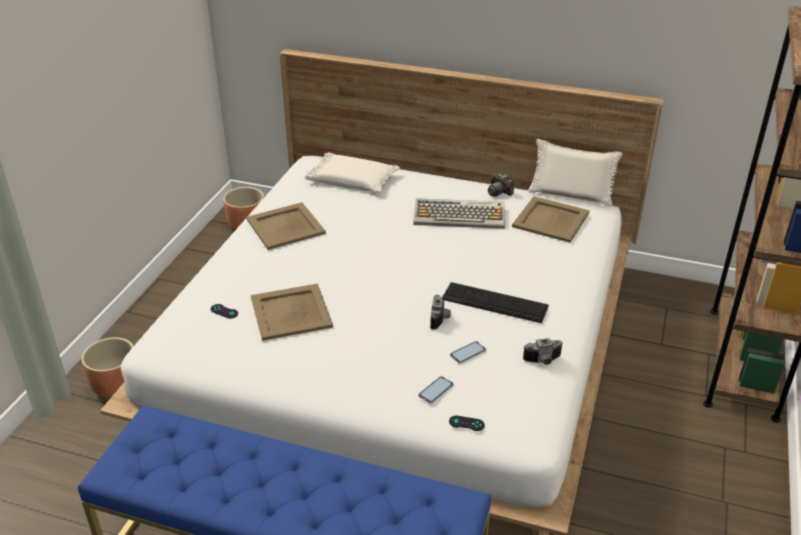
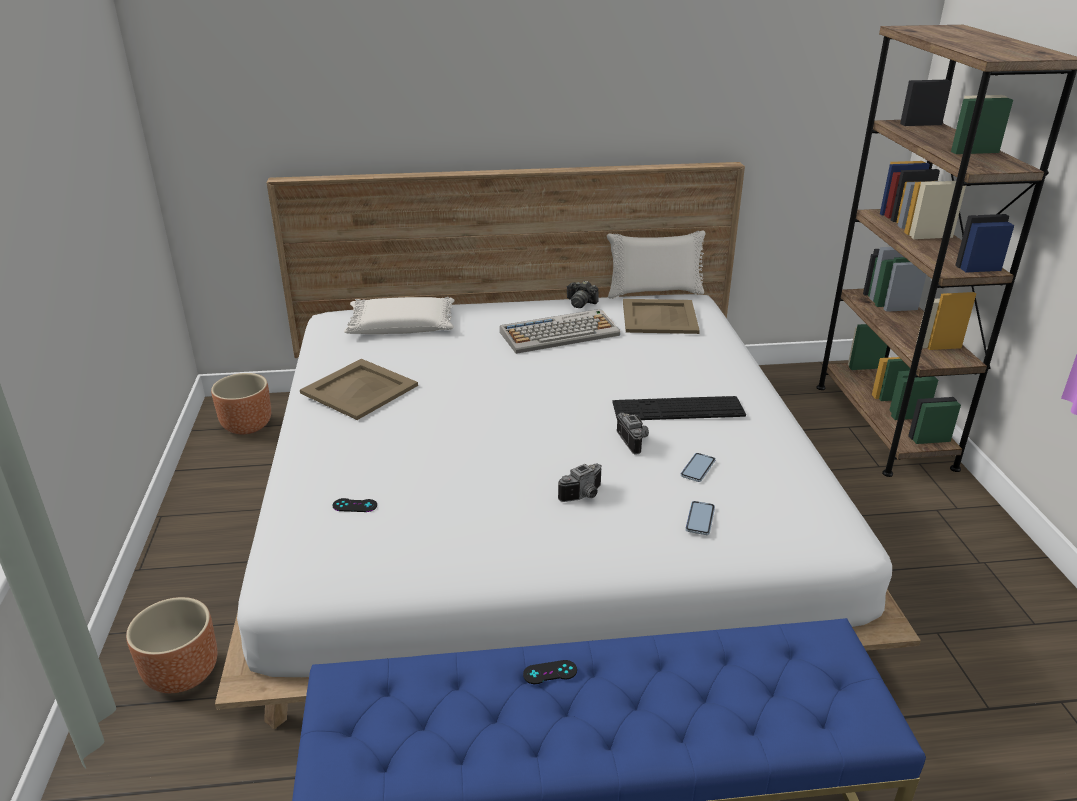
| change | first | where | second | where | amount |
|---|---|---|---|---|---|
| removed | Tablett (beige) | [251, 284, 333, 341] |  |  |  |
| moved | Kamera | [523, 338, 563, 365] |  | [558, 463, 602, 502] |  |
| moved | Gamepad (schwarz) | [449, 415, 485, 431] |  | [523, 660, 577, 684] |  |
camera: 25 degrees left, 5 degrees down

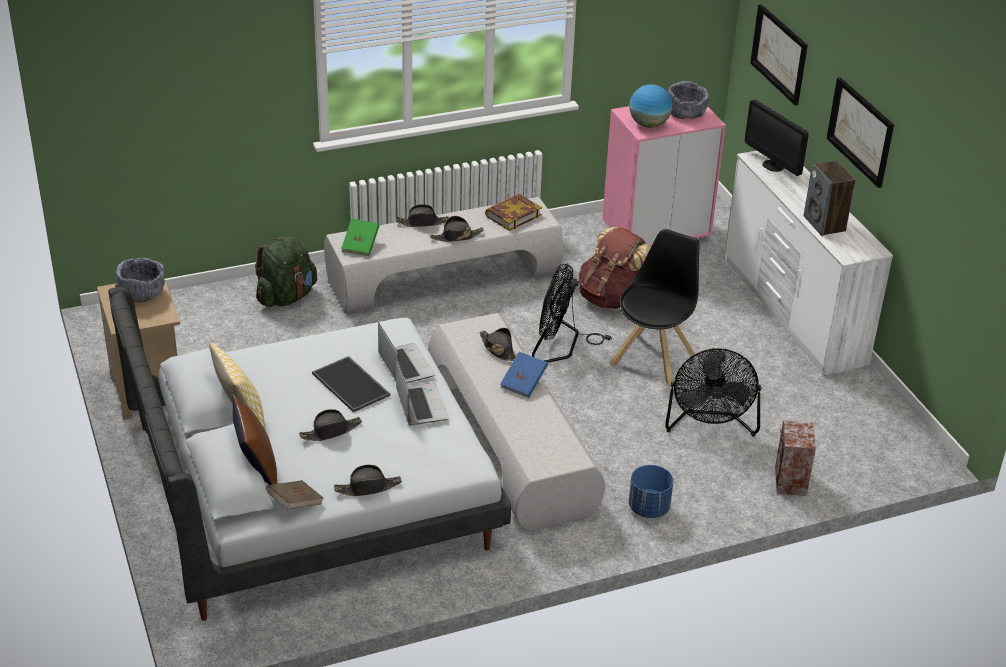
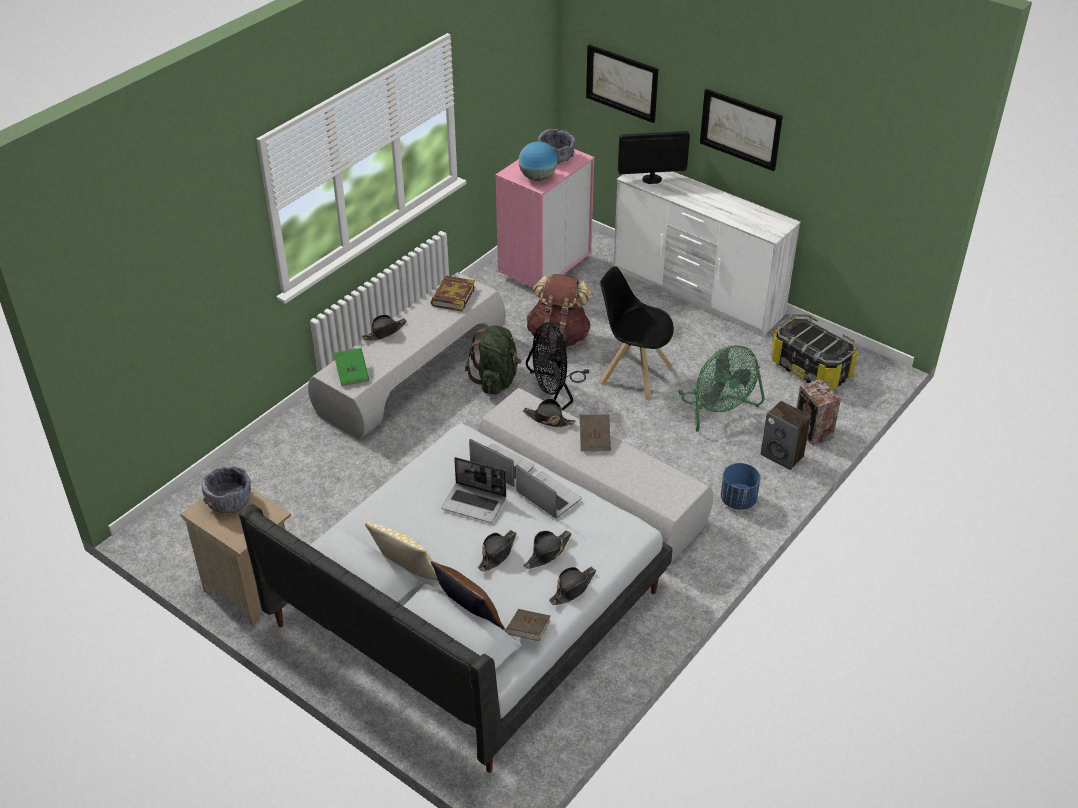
| change | first | where | second | where | amount |
|---|---|---|---|---|---|
| turned | Monitor | [745, 100, 809, 176] |  | [618, 131, 690, 184] | 150 degrees clockwise |
| moved | Lautsprecher | [804, 161, 855, 236] |  | [761, 401, 811, 470] |  |
| moved | Hut (schwarz) | [430, 216, 484, 242] |  | [524, 530, 572, 569] |  |
| turned | Stuhl (schwarz) | [610, 229, 700, 386] |  | [599, 266, 674, 400] | 60 degrees counterclockwise |
| moved | Rucksack (grün) | [255, 236, 317, 307] |  | [465, 326, 521, 394] |  |
| recoloured | Ventilator (schwarz) | [665, 348, 761, 437] | Ventilator (grün) | [678, 346, 765, 431] |  |
| recoloured | Buch (blau) | [500, 352, 548, 398] | Buch (braun) | [579, 415, 611, 451] |  |
| replaced | Tablett | [312, 356, 390, 412] | Laptop | [441, 457, 506, 523] |  |
| added |  |  | Aufbewahrungsbox | [771, 314, 857, 390] |  |
camera: 30 degrees left, 5 degrees up

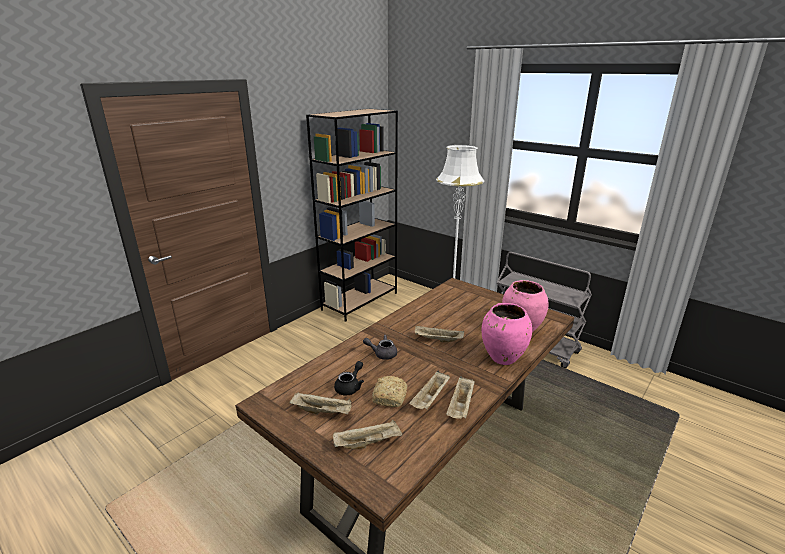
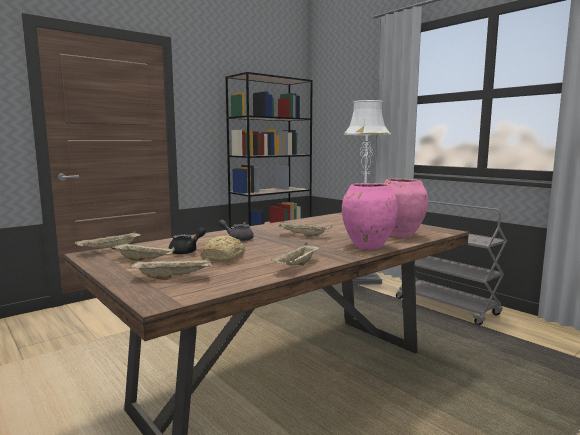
| change | first | where | second | where | amount |
|---|---|---|---|---|---|
| moved | Tablett (beige) | [409, 371, 450, 410] |  | [75, 231, 141, 250] |  |
camera: 10 degrees right, 15 degrees down

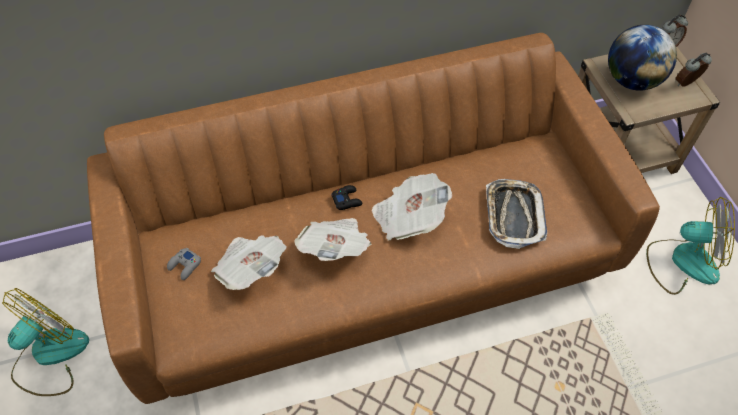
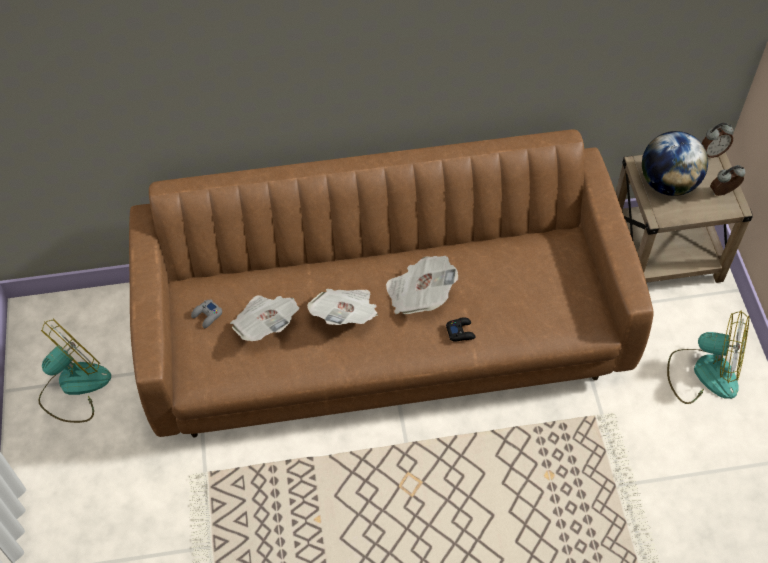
| change | first | where | second | where | amount |
|---|---|---|---|---|---|
| removed | Tablett | [486, 179, 547, 249] |  |  |  |
| moved | Gamepad (schwarz) | [331, 185, 362, 210] |  | [446, 317, 475, 342] |  |
camera: 10 degrees right, 0 degrees up

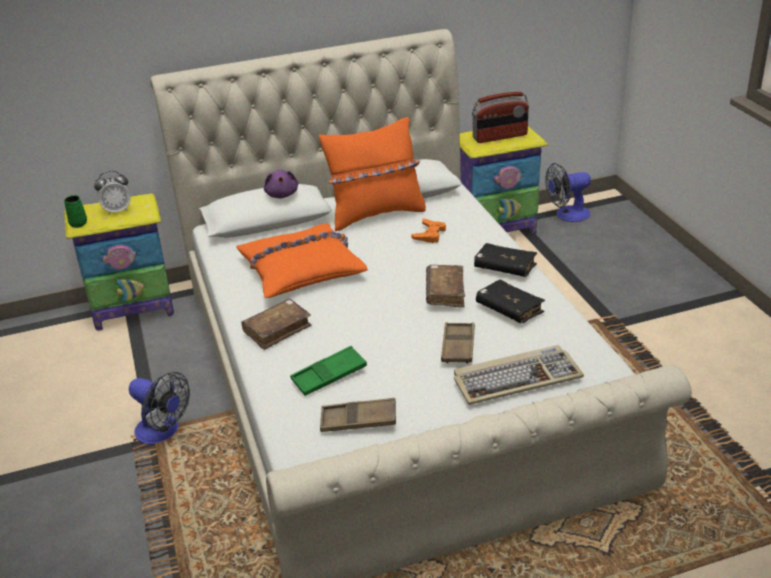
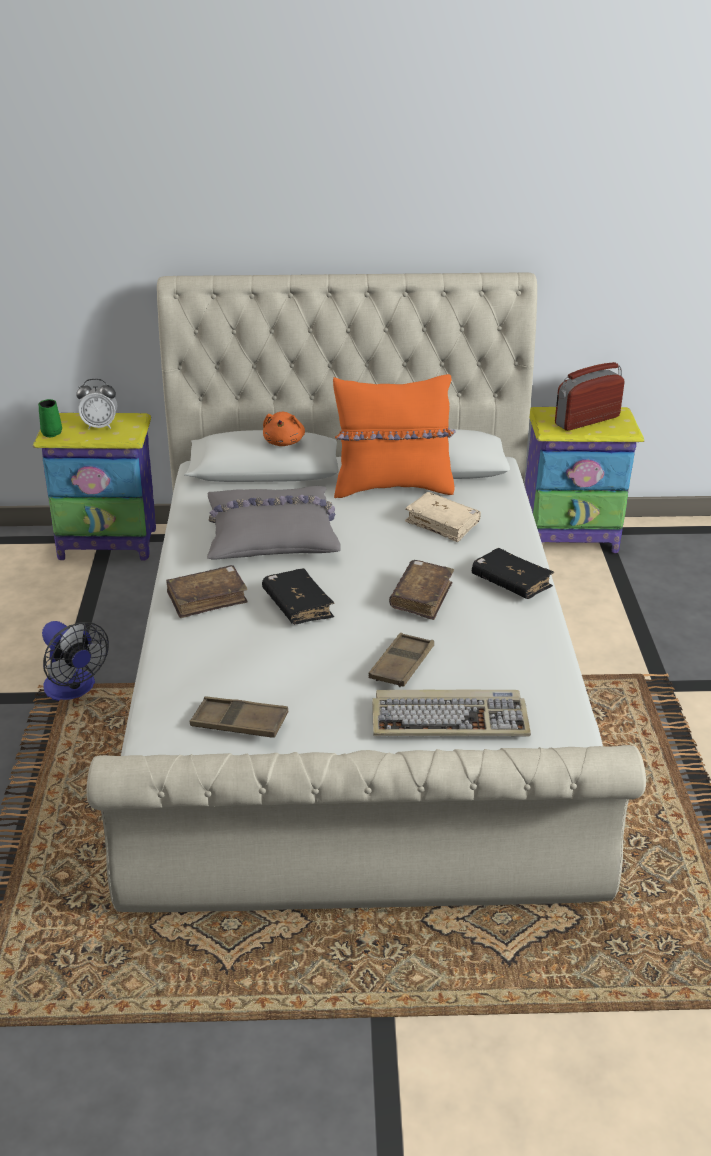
| change | first | where | second | where | amount |
|---|---|---|---|---|---|
| turned | Radio | [472, 92, 529, 143] |  | [555, 362, 625, 431] | 150 degrees clockwise |
| removed | Ventilator | [545, 163, 591, 222] |  |  |  |
| recoloured | Plüschtier (lila) | [264, 170, 298, 198] | Plüschtier (orange) | [263, 412, 305, 446] |  |
| replaced | Gamepad (orange) | [411, 219, 446, 243] | Buch (beige) | [405, 492, 481, 542] |  |
| recoloured | Kissen (orange) | [236, 224, 368, 298] | Kissen (grau) | [207, 486, 341, 560] |  |
| moved | Buch (schwarz) | [476, 280, 545, 324] |  | [262, 568, 335, 624] |  |
| removed | Tablett (grün) | [290, 346, 367, 396] |  |  |  |
camera: 15 degrees right, 0 degrees up

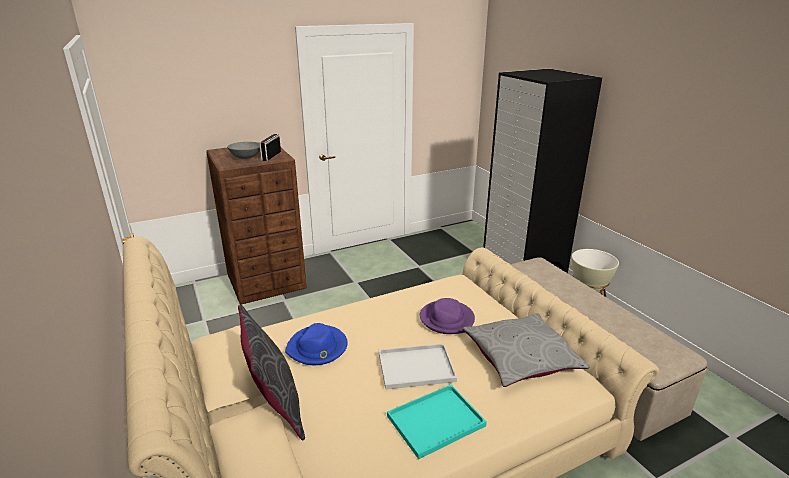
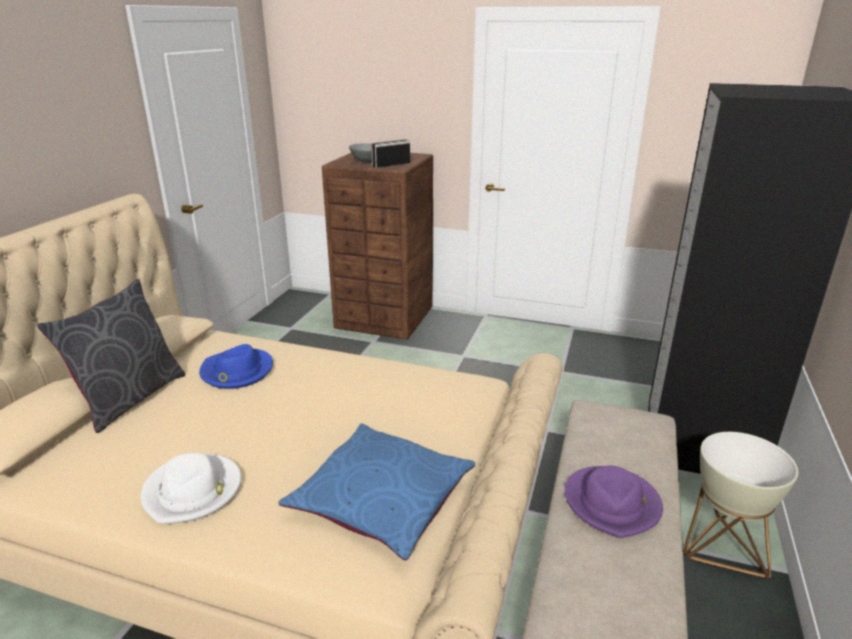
| change | first | where | second | where | amount |
|---|---|---|---|---|---|
| moved | Hut (lila) | [420, 298, 475, 334] |  | [565, 466, 663, 538] |  |
| recoloured | Kissen (grau) | [463, 313, 589, 387] | Kissen (blau) | [278, 424, 475, 560] |  |
| removed | Tablett (weiß) | [379, 343, 457, 390] |  |  |  |
| replaced | Tablett (türkis) | [387, 385, 487, 459] | Hut (weiß) | [141, 453, 241, 524] |  |
camera: 45 degrees right, 0 degrees up

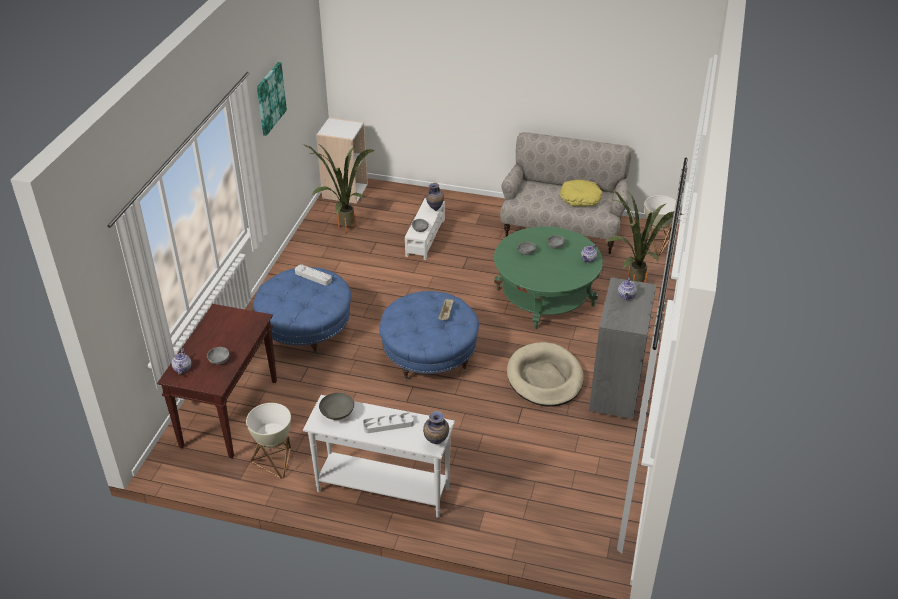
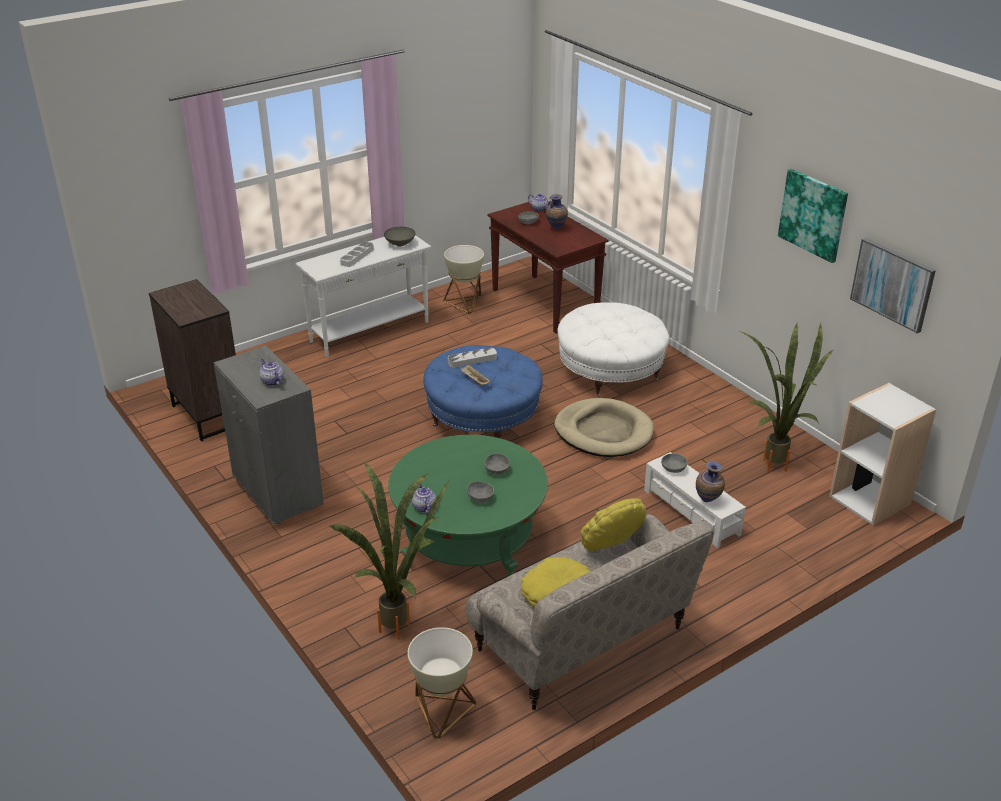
| change | first | where | second | where | amount |
|---|---|---|---|---|---|
| moved | Tablett (grau) | [295, 264, 332, 286] |  | [448, 348, 497, 368] |  |
| recoloured | Polsterhocker (blau) | [253, 267, 351, 356] | Polsterhocker (weiß) | [557, 302, 670, 397] |  |
| moved | Hundebett (beige) | [507, 342, 584, 407] |  | [554, 398, 654, 457] |  |
| moved | Vase | [423, 410, 449, 444] |  | [546, 194, 568, 230] |  |
| added |  |  | Bild | [850, 238, 936, 333] |  |
| added |  |  | Kommode (braun) | [149, 279, 236, 441] |  |
| added |  |  | Kissen (gelb) | [581, 498, 646, 551] |  |
camera: 130 degrees right, 5 degrees down

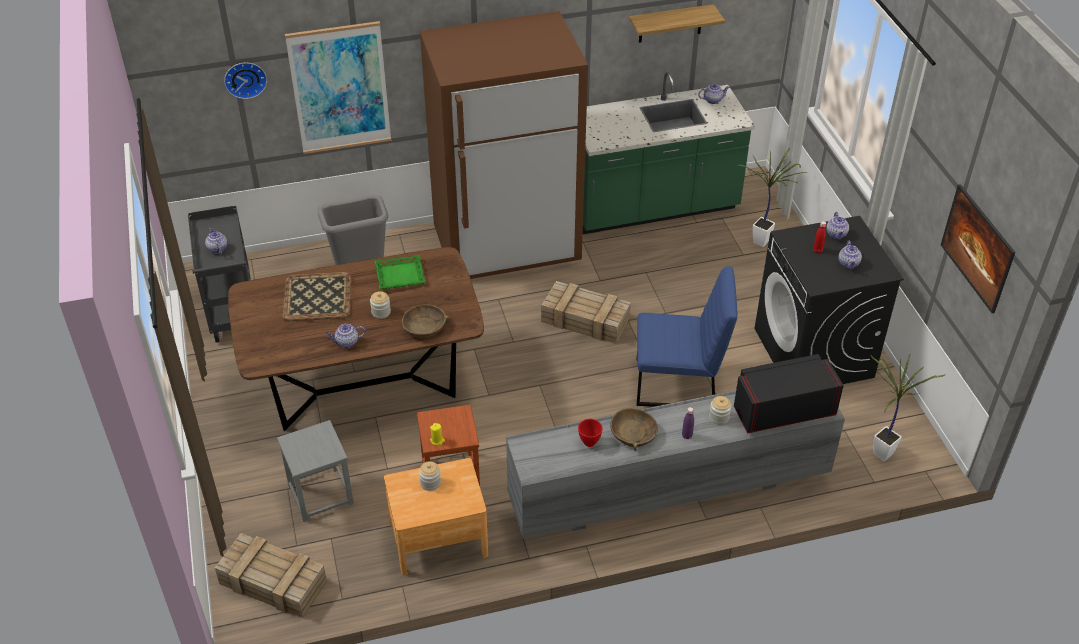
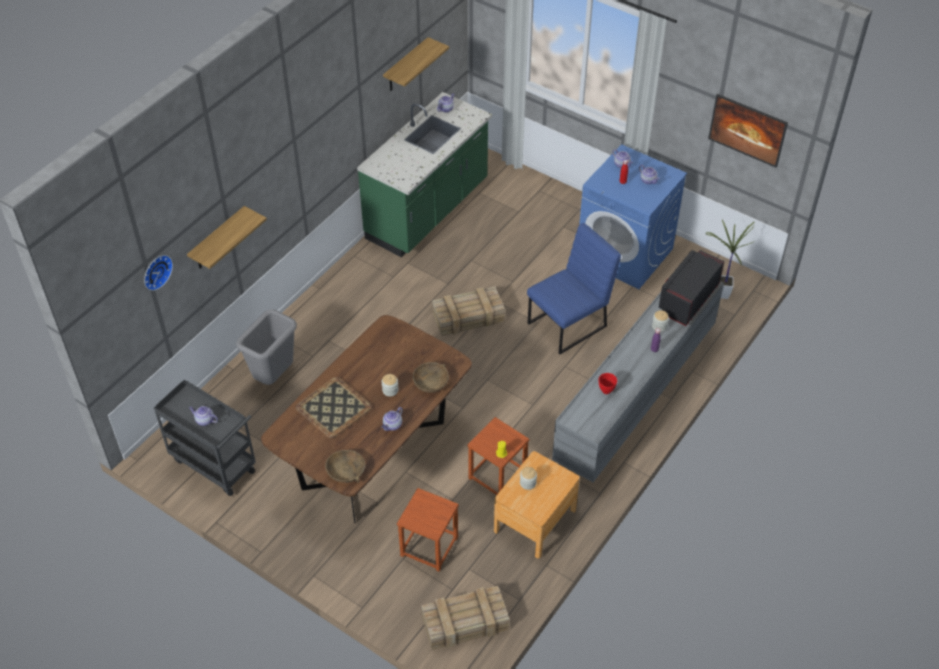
| change | first | where | second | where | amount |
|---|---|---|---|---|---|
| removed | Kühlschrank (braun) | [420, 11, 588, 279] |  |  |  |
| replaced | Bild | [285, 21, 391, 154] | Wandregal | [187, 206, 267, 269] |  |
| removed | Topfpflanze | [738, 148, 808, 247] |  |  |  |
| recoloured | Waschmaschine (schwarz) | [754, 216, 904, 384] | Waschmaschine (blau) | [579, 144, 687, 289] |  |
| removed | Tablett (grün) | [375, 255, 426, 289] |  |  |  |
| moved | Schüssel (braun) | [610, 408, 658, 451] |  | [325, 450, 365, 483] |  |
| recoloured | Hocker (grau) | [277, 420, 354, 522] | Hocker (braun) | [397, 488, 459, 572] |  |
camera: 40 degrees left, 5 degrees up

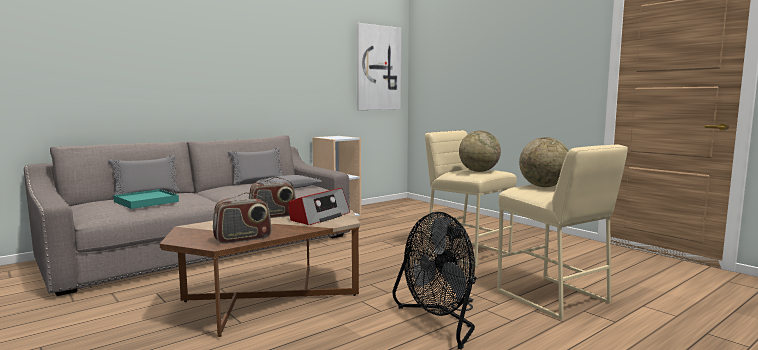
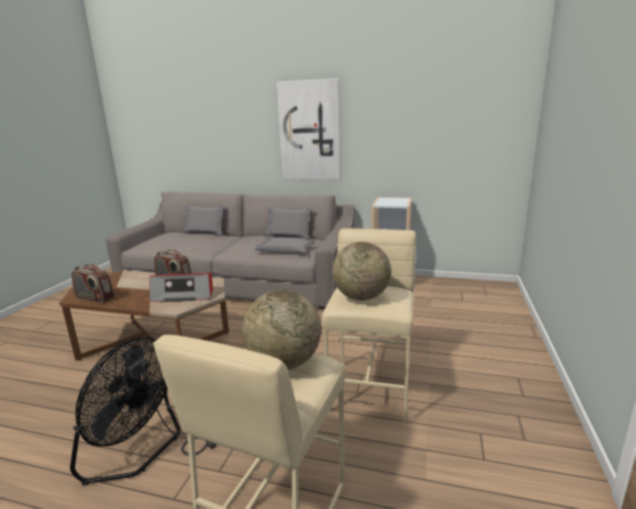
| change | first | where | second | where | amount |
|---|---|---|---|---|---|
| moved | Bild | [357, 23, 401, 110] |  | [277, 78, 341, 179] |  |
| removed | Tablett (türkis) | [113, 189, 179, 209] |  |  |  |
camera: 55 degrees right, 10 degrees up

